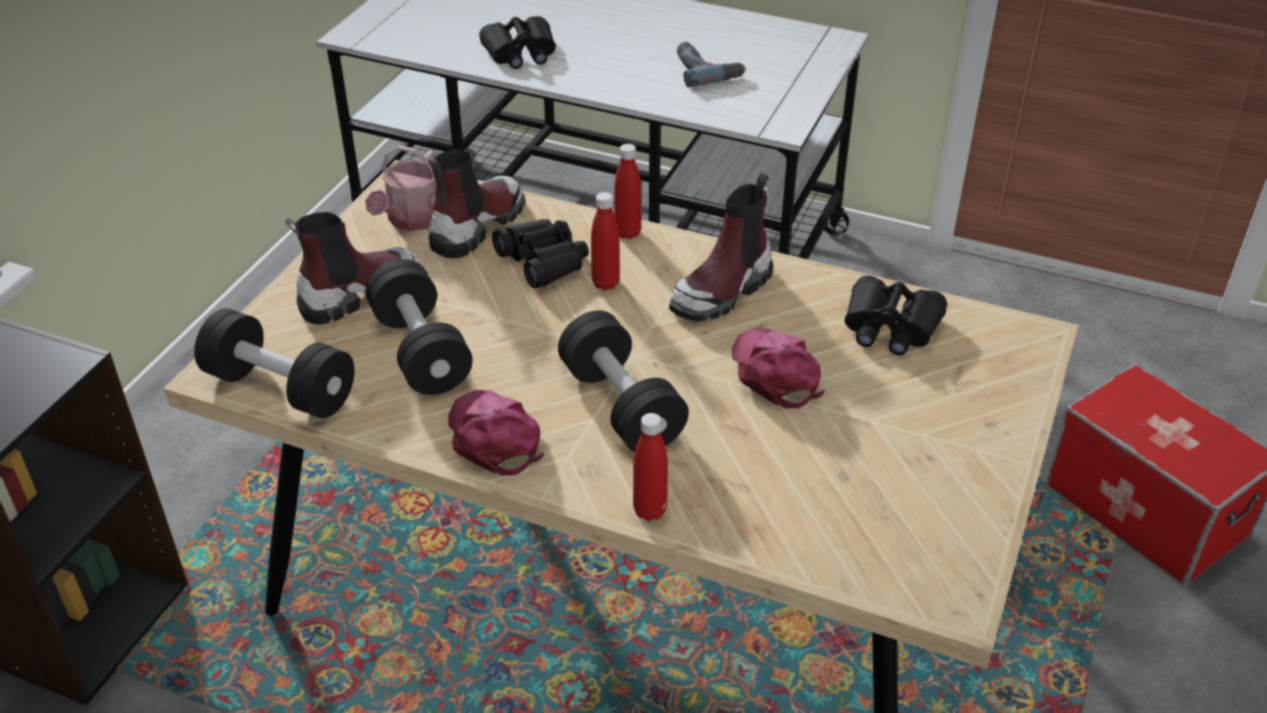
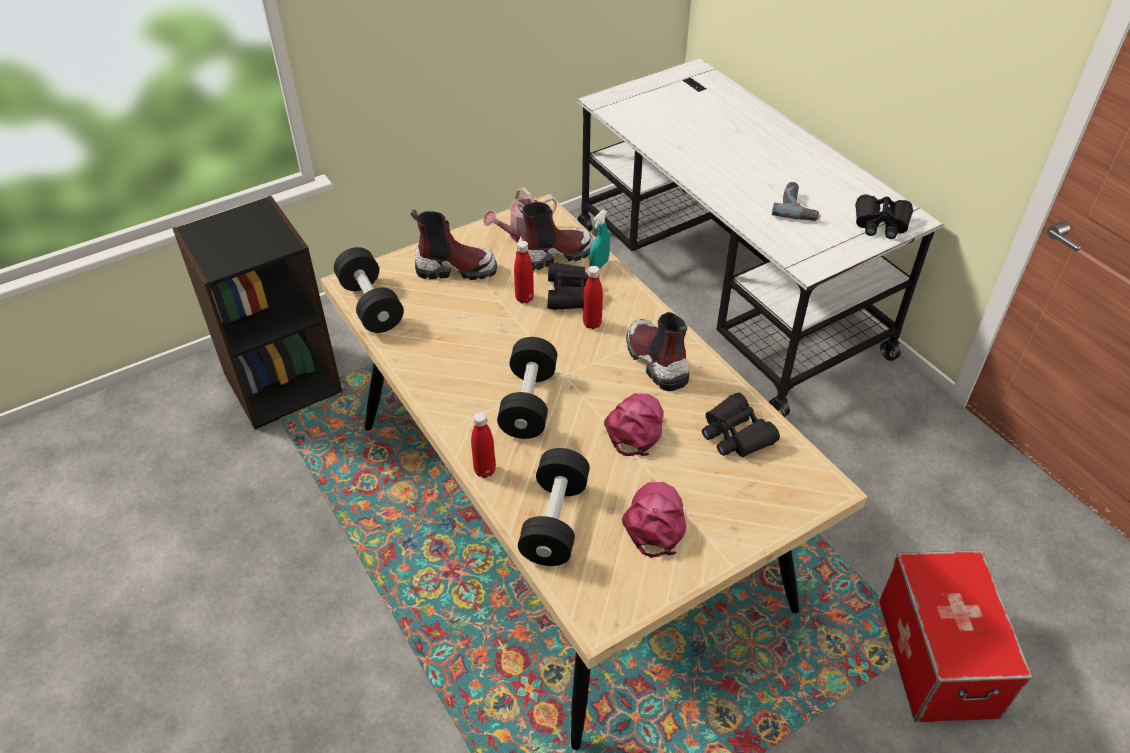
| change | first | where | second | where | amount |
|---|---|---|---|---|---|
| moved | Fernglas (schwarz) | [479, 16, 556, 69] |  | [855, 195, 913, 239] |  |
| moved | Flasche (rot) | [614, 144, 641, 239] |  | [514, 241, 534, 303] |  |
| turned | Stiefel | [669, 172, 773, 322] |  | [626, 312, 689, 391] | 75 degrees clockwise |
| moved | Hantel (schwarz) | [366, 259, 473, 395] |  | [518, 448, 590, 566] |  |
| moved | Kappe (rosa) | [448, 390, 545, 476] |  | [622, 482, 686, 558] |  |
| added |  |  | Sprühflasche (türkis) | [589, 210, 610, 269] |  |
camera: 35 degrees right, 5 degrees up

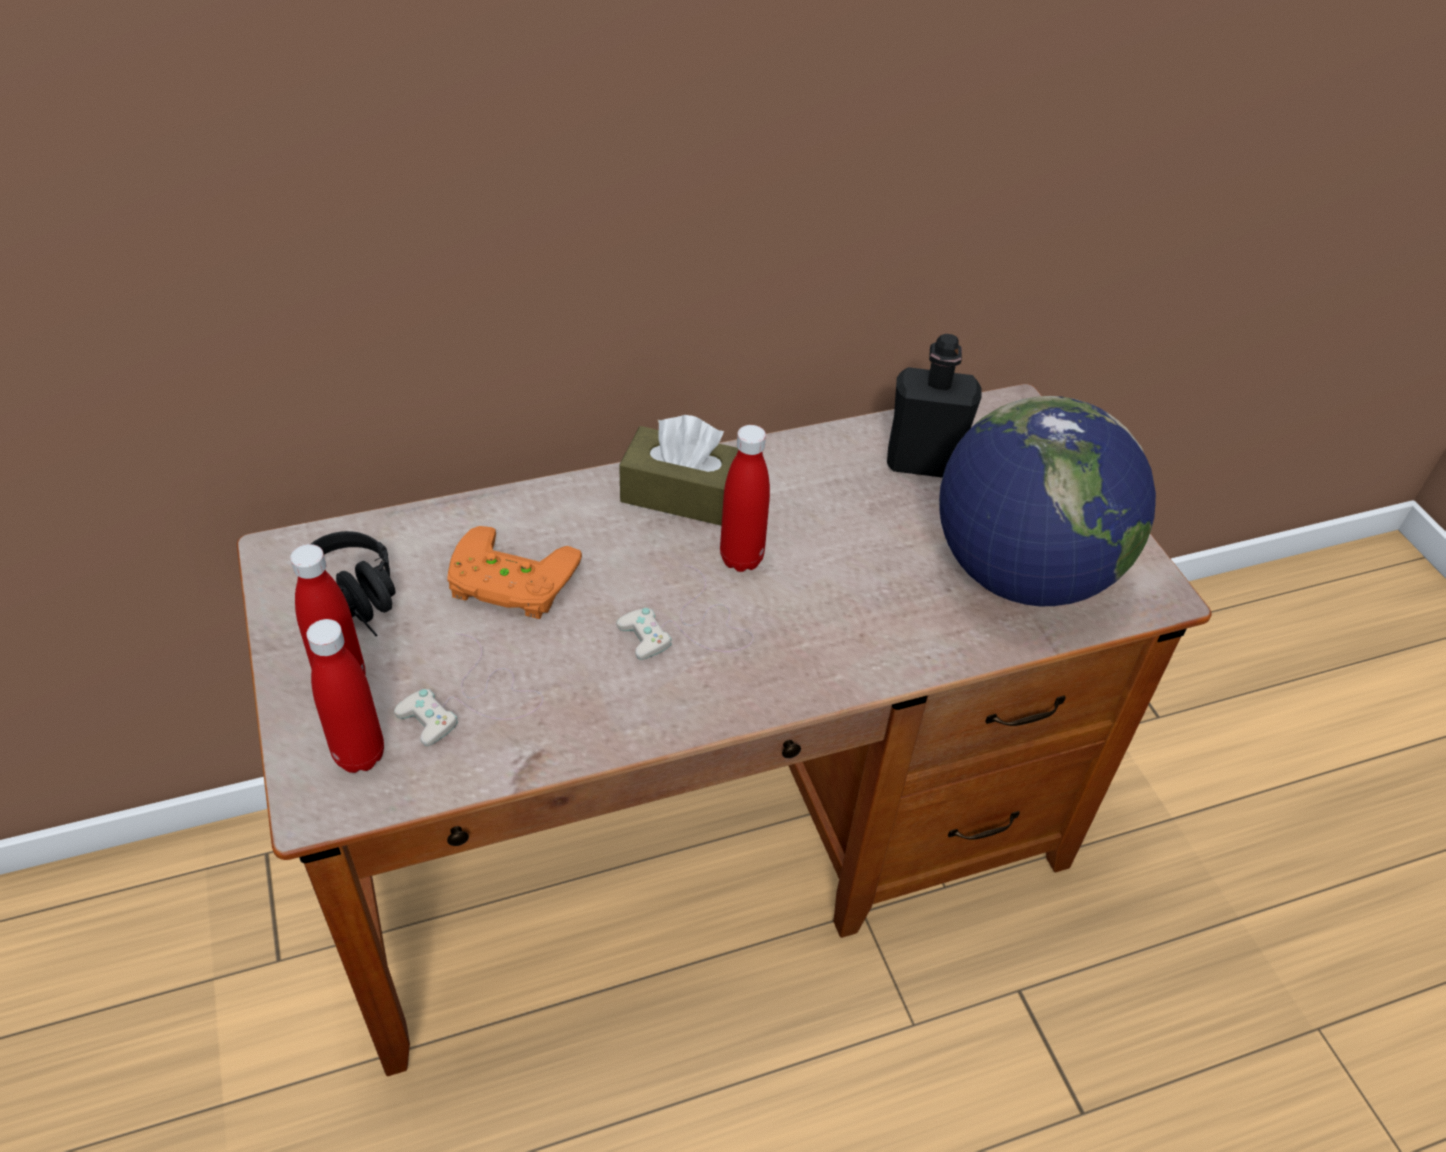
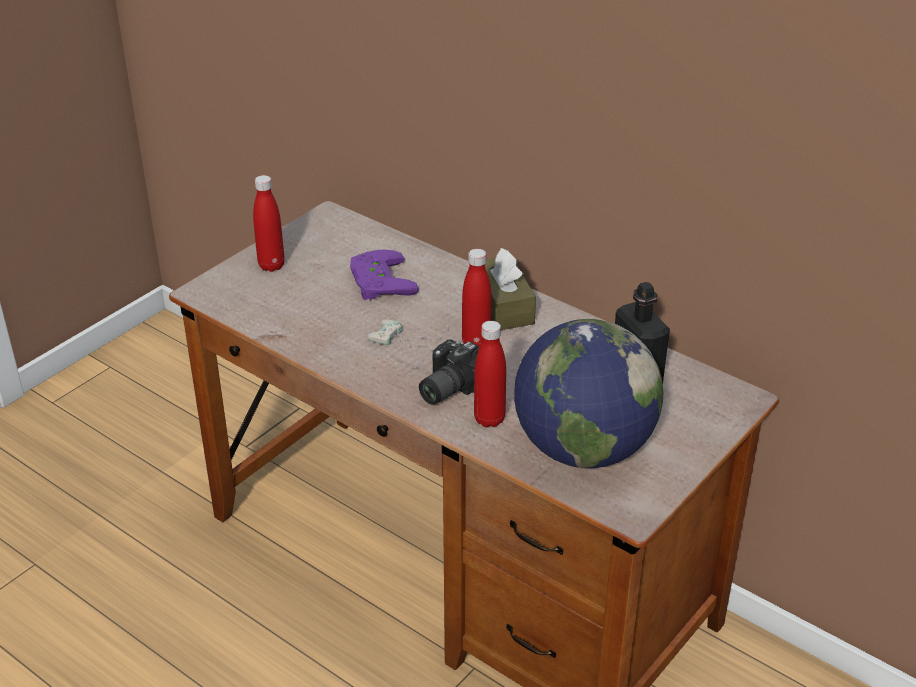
| change | first | where | second | where | amount |
|---|---|---|---|---|---|
| recoloured | Gamepad (orange) | [447, 526, 582, 619] | Gamepad (lila) | [350, 250, 419, 300] |  |
| removed | Kopfhörer (schwarz) | [311, 531, 395, 636] |  |  |  |
| moved | Flasche (rot) | [307, 619, 384, 773] |  | [474, 321, 506, 427] |  |
| removed | Gamepad (weiß) | [394, 633, 543, 746] |  |  |  |
| added |  |  | Kamera | [419, 339, 479, 405] |  |
camera: 60 degrees right, 10 degrees down

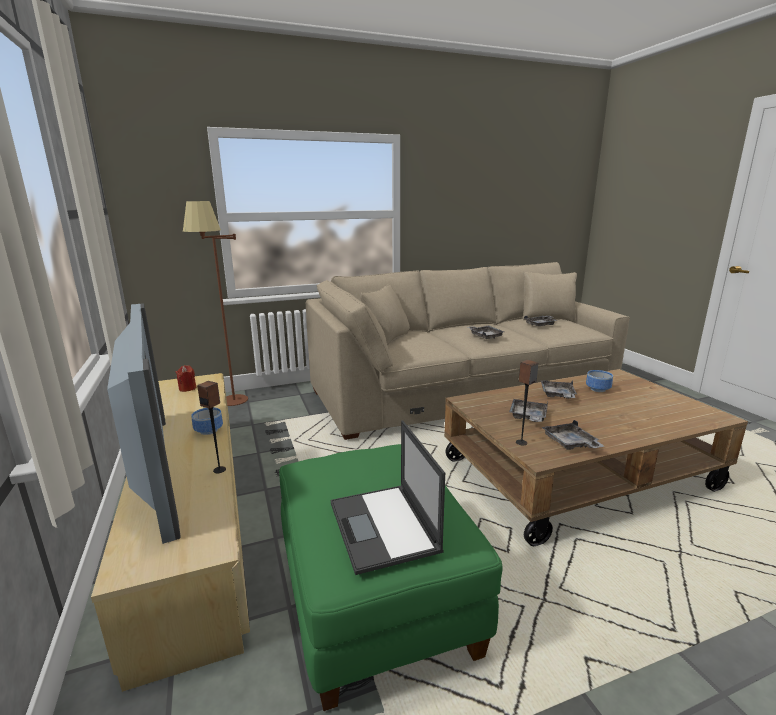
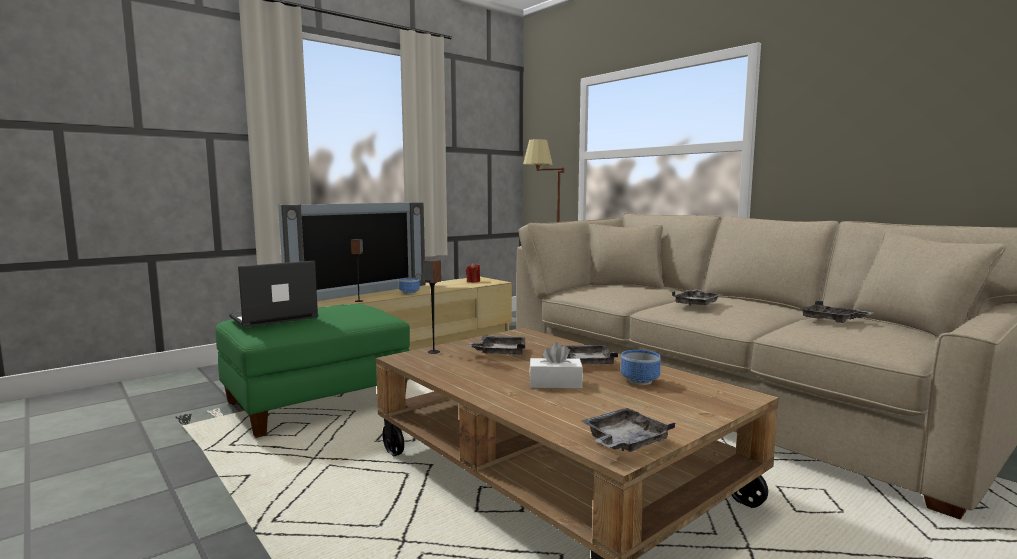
| change | first | where | second | where | amount |
|---|---|---|---|---|---|
| moved | Tablett (grau) | [542, 420, 604, 450] |  | [581, 408, 676, 452] |  |
| added |  |  | Taschentuchbox (weiß) | [530, 342, 583, 388] |  |
camera: 70 degrees right, 10 degrees down

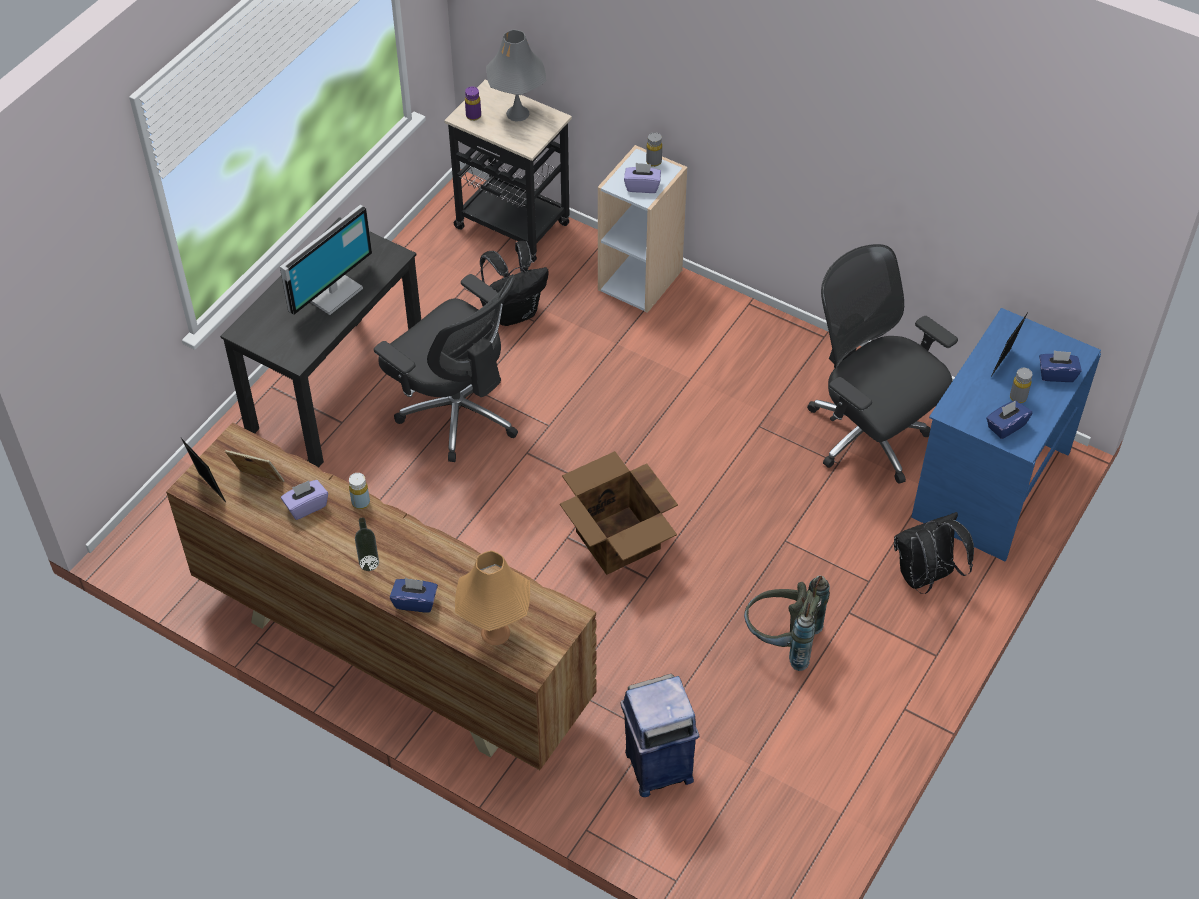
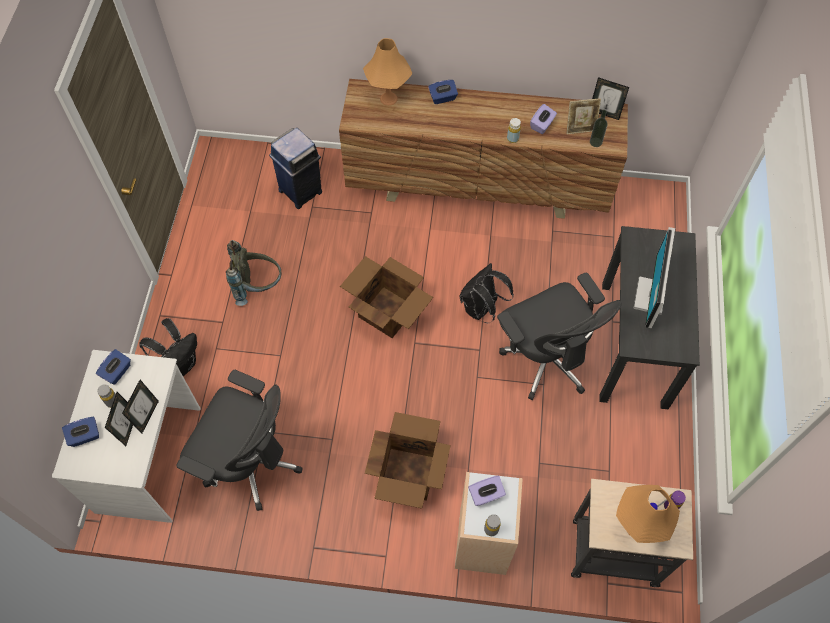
| change | first | where | second | where | amount |
|---|---|---|---|---|---|
| recoloured | Tischlampe (grau) | [486, 29, 546, 122] | Tischlampe (orange) | [616, 485, 680, 543] |  |
| moved | Rucksack (schwarz) | [480, 241, 549, 326] |  | [460, 263, 514, 323] |  |
| turned | Bürostuhl | [374, 274, 518, 462] |  | [497, 273, 622, 400] | 135 degrees counterclockwise |
| recoloured | Schreibtisch (blau) | [911, 308, 1101, 561] | Schreibtisch (weiß) | [52, 350, 201, 523] |  |
| moved | Flasche | [355, 518, 379, 571] |  | [590, 110, 608, 147] |  |
| added |  |  | Bilderrahmen | [122, 380, 159, 434] |  |
| added |  |  | Karton | [365, 412, 451, 509] |  |
camera: 155 degrees right, 10 degrees up

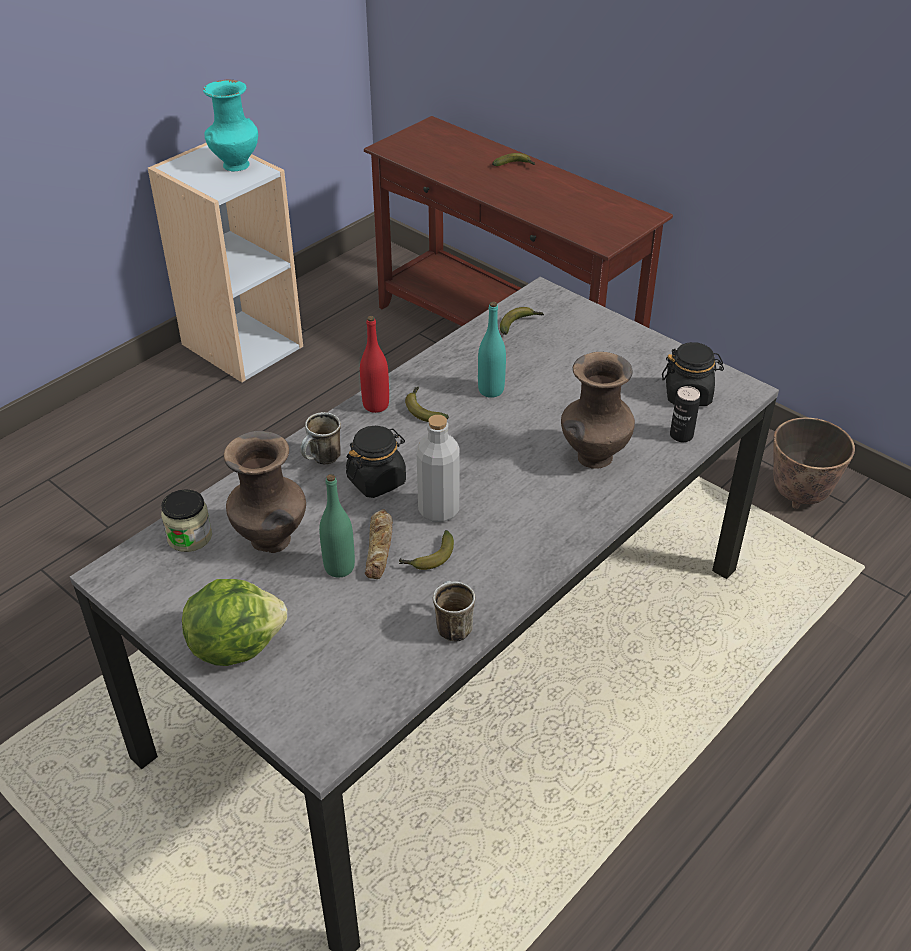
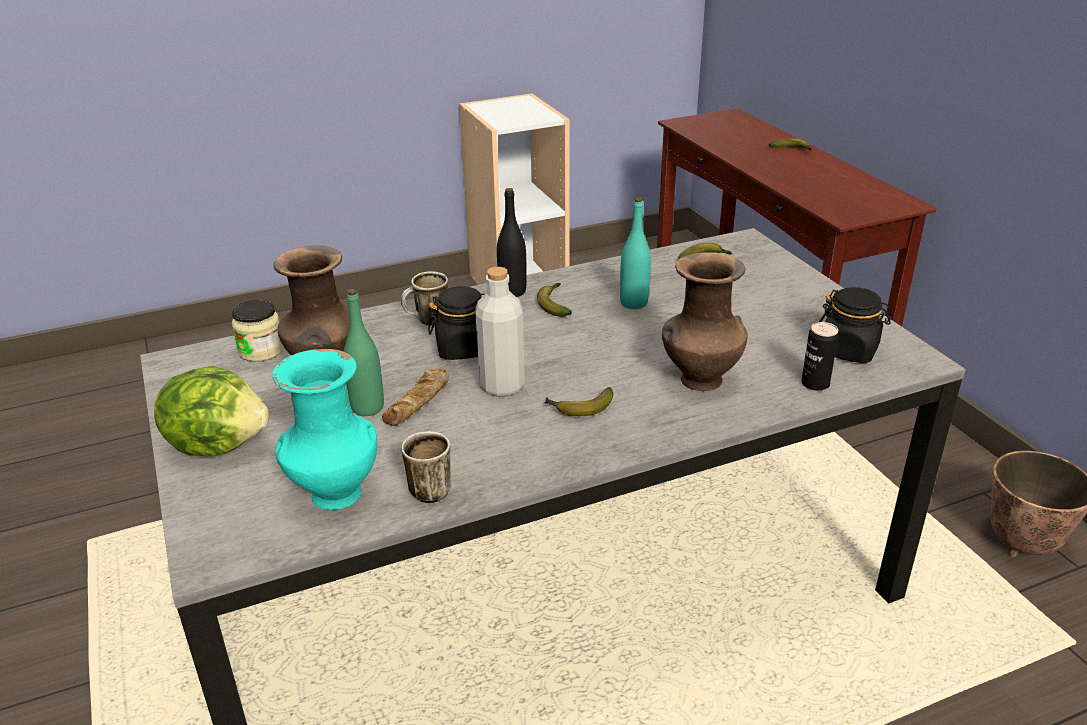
| change | first | where | second | where | amount |
|---|---|---|---|---|---|
| moved | Vase (türkis) | [203, 80, 258, 171] |  | [272, 349, 378, 510] |  |
| recoloured | Flasche (rot) | [360, 316, 389, 413] | Flasche (schwarz) | [497, 188, 527, 297] |  |
| moved | Banane | [399, 530, 454, 570] |  | [544, 387, 613, 416] |  |
camera: 25 degrees right, 10 degrees down

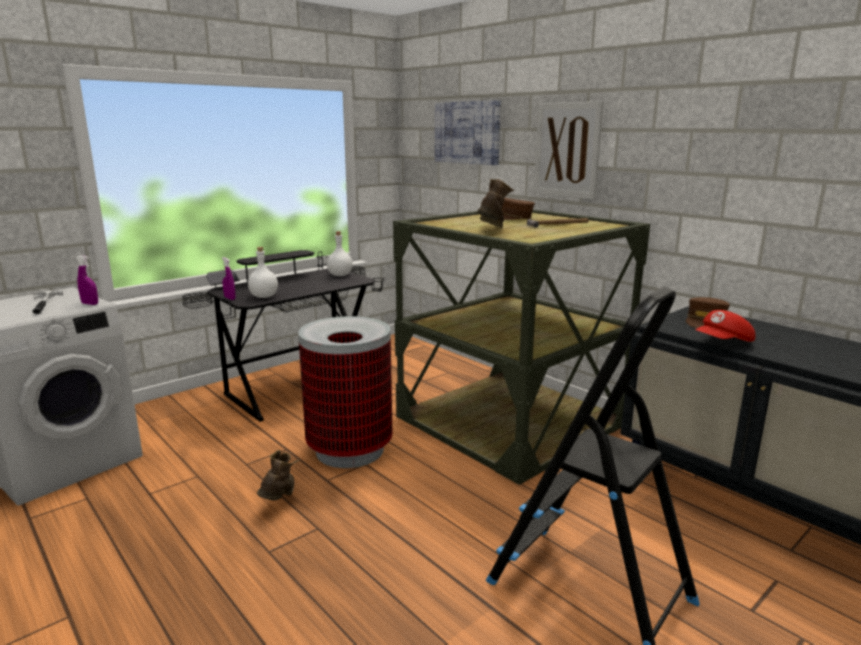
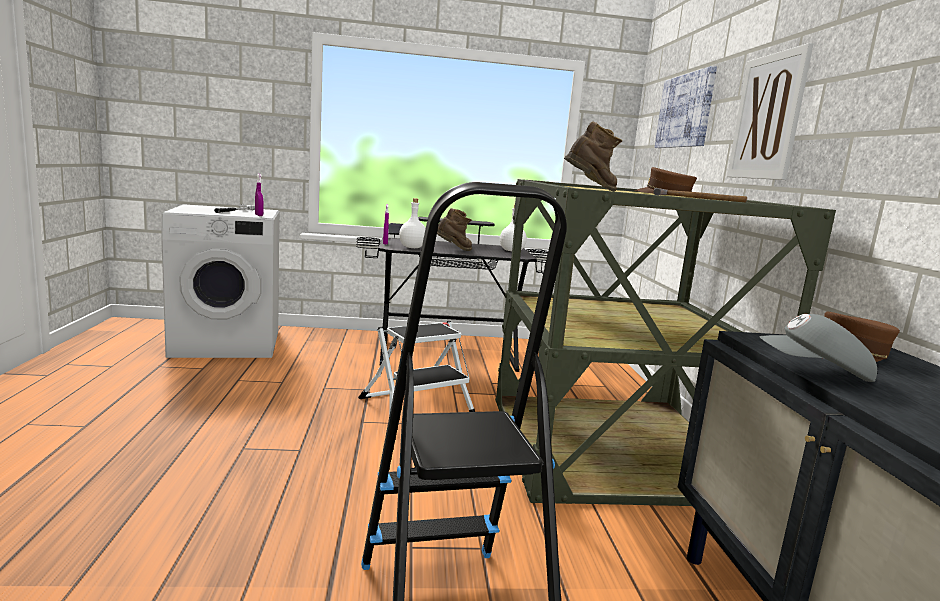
| change | first | where | second | where | amount |
|---|---|---|---|---|---|
| recoloured | Kappe (rot) | [695, 310, 755, 342] | Kappe (grau) | [759, 314, 877, 382] |  |
| replaced | Mülleimer | [298, 316, 393, 468] | Trittleiter | [358, 321, 475, 416] |  |
| moved | Stiefel (braun) | [257, 450, 299, 500] |  | [437, 208, 472, 251] |  |
camera: 35 degrees right, 5 degrees down

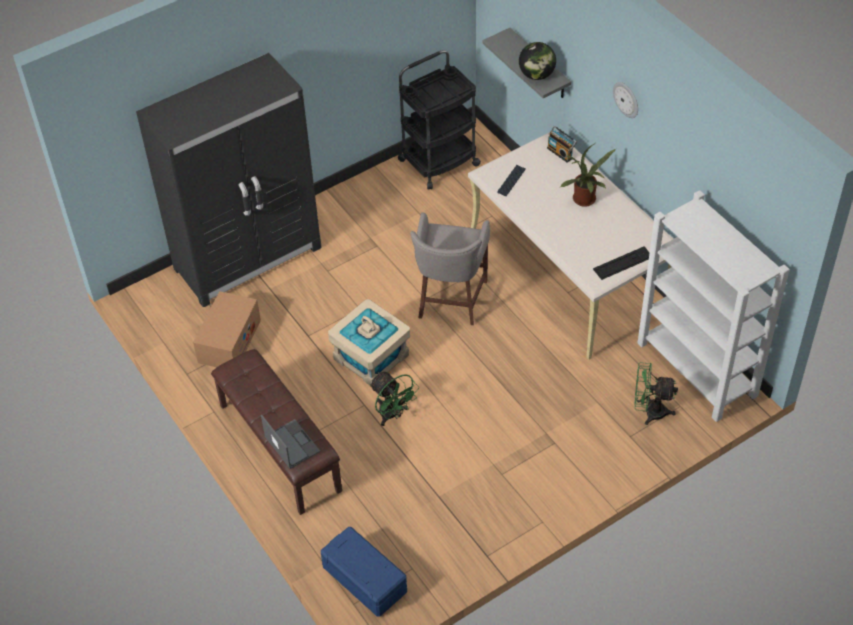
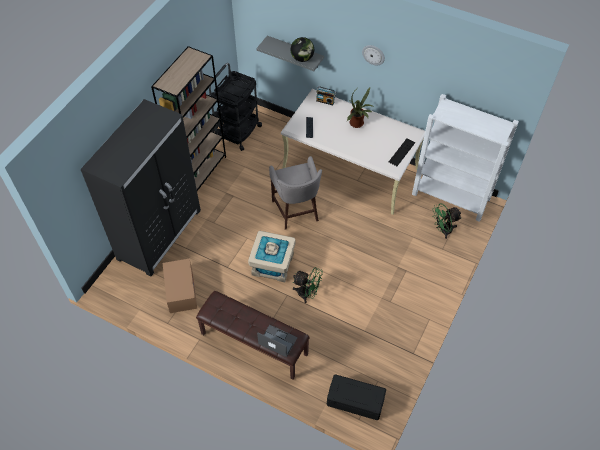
| change | first | where | second | where | amount |
|---|---|---|---|---|---|
| recoloured | Aufbewahrungsbox (blau) | [321, 527, 407, 617] | Aufbewahrungsbox (schwarz) | [327, 374, 386, 420] |  |
| added |  |  | Bücherregal (beige) | [151, 46, 226, 191] |  |
camera: 30 degrees left, 5 degrees up

